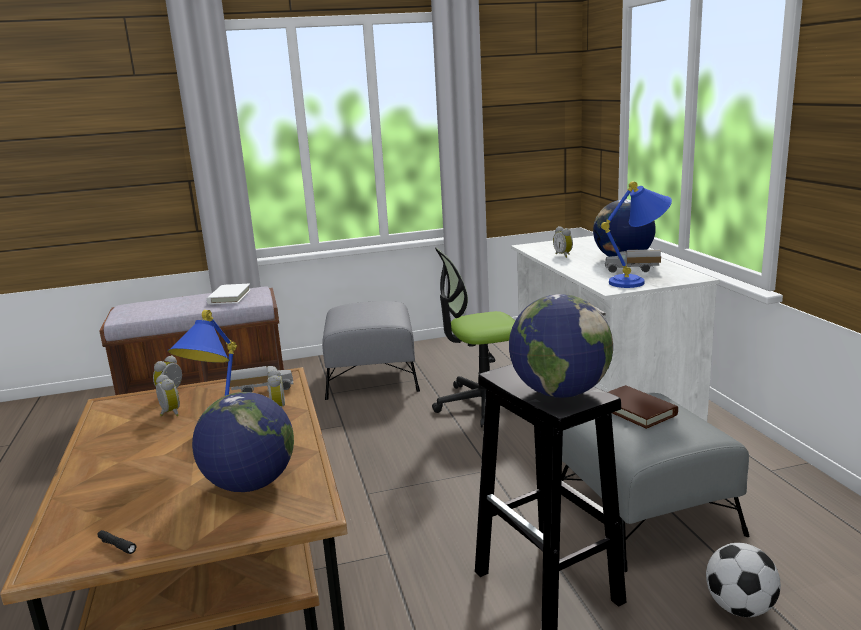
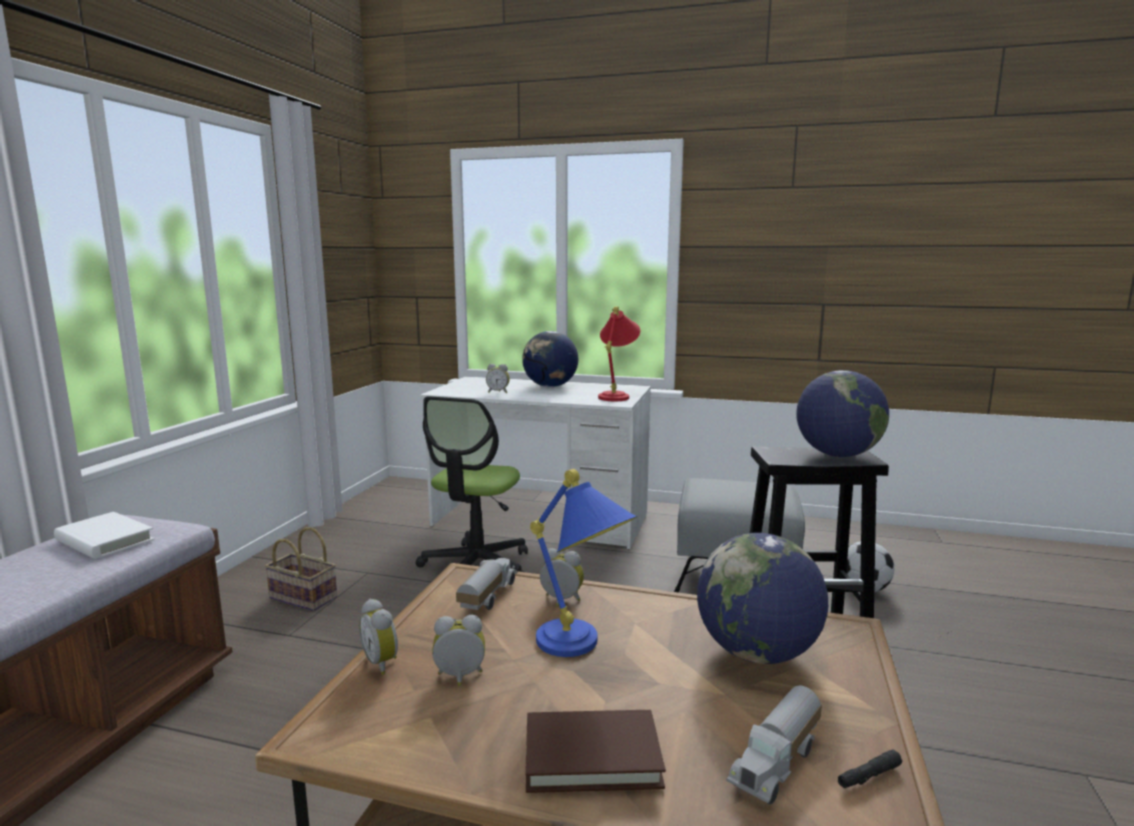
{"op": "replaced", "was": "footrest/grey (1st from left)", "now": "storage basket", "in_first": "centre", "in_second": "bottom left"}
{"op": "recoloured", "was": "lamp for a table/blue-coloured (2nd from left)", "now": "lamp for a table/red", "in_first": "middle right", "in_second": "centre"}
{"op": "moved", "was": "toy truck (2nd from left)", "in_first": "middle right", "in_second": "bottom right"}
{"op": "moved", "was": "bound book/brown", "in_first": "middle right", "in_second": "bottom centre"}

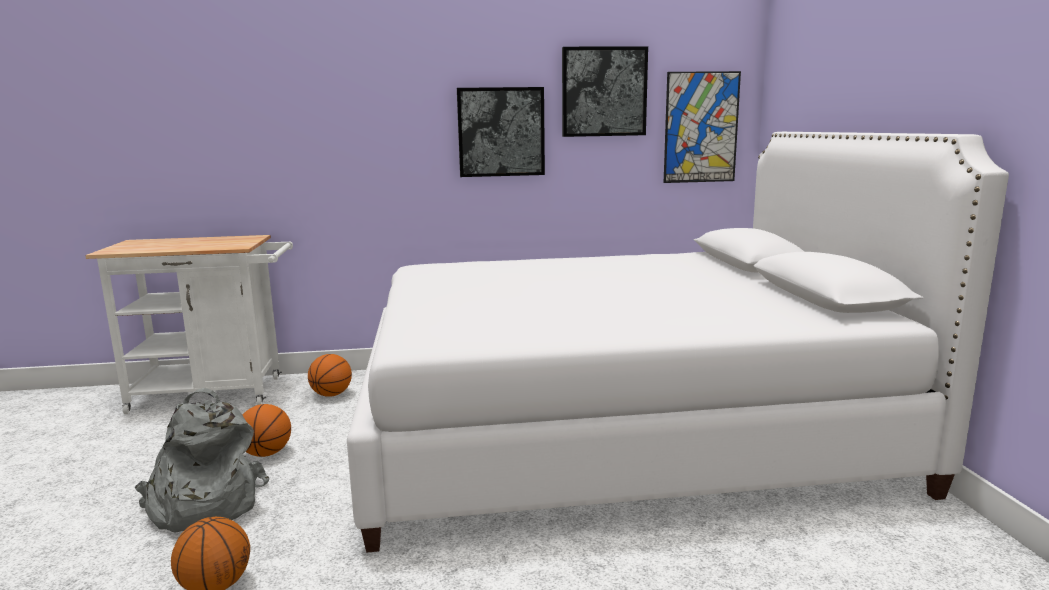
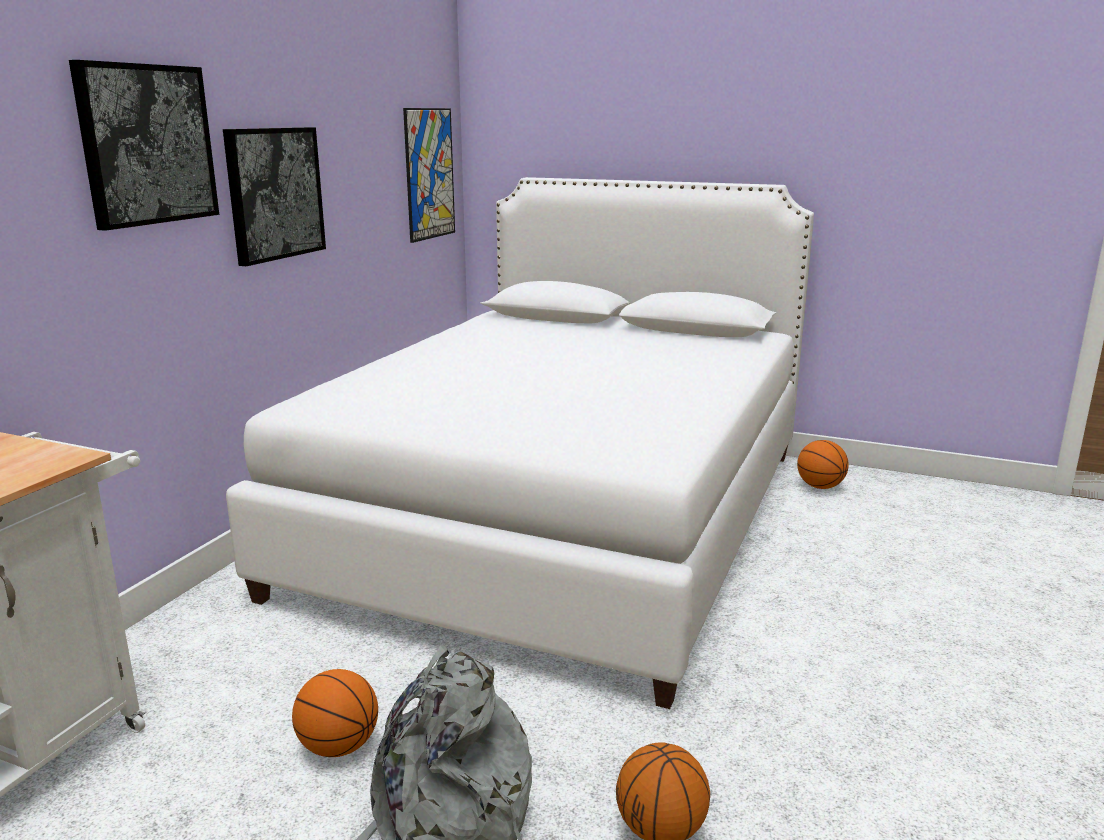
{"op": "moved", "was": "basketball (3rd from left)", "in_first": "middle left", "in_second": "middle right"}
{"op": "moved", "was": "picture (2nd from left in the first image)", "now": "picture (1st from left)", "in_first": "top centre", "in_second": "top left"}

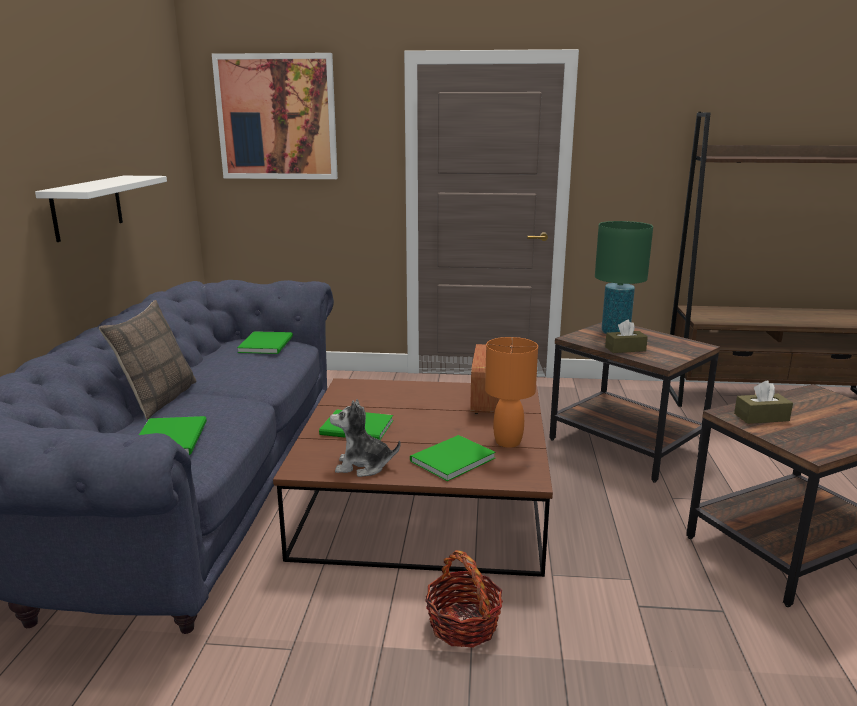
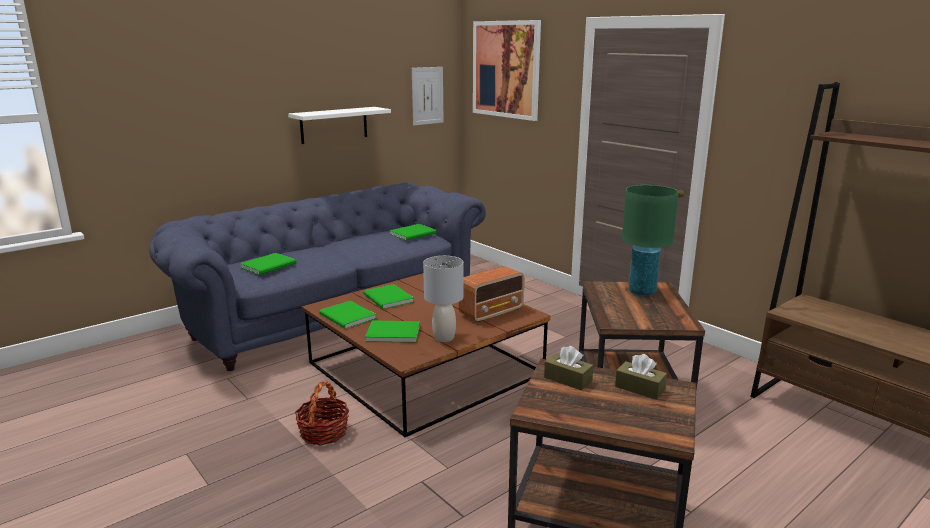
{"op": "removed", "was": "throw pillow", "in_first": "middle left"}
{"op": "replaced", "was": "cuddly toy", "now": "bound book/green (2nd from left)", "in_first": "centre", "in_second": "centre"}
{"op": "recoloured", "was": "lamp for a table/orangey", "now": "lamp for a table/grey", "in_first": "centre", "in_second": "centre"}
{"op": "moved", "was": "tissue box/brown (1st from left in the first image)", "now": "tissue box/brown (2nd from left)", "in_first": "middle right", "in_second": "bottom right"}
{"op": "added", "now": "picture (1st from left)", "in_second": "top centre"}

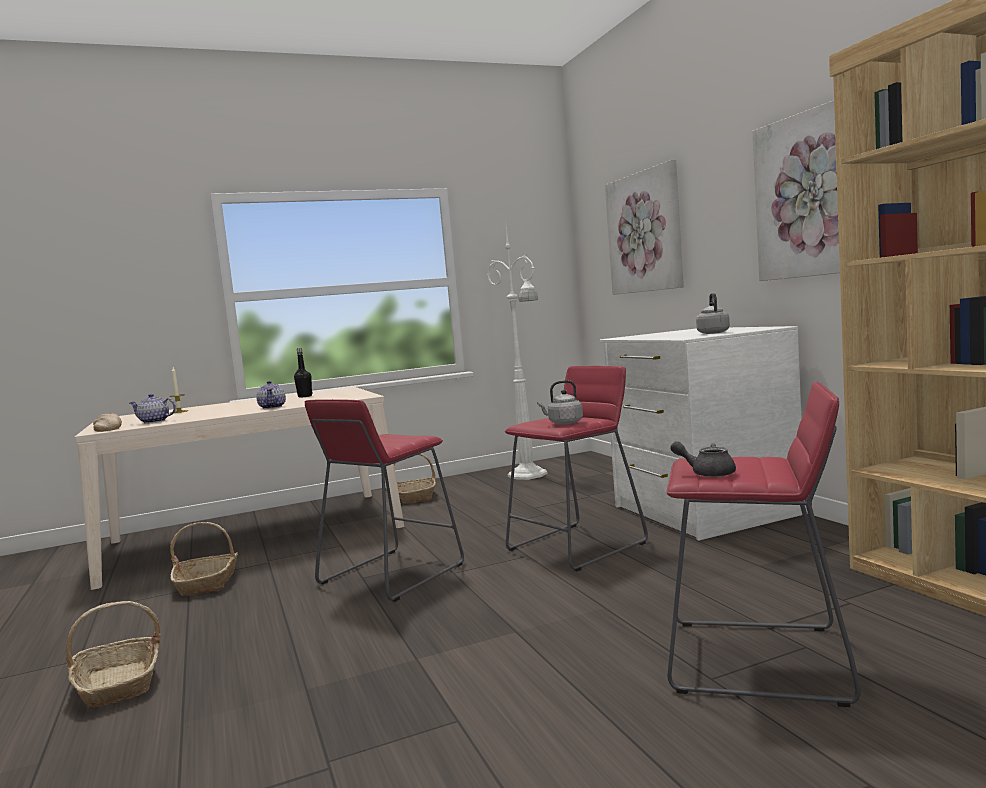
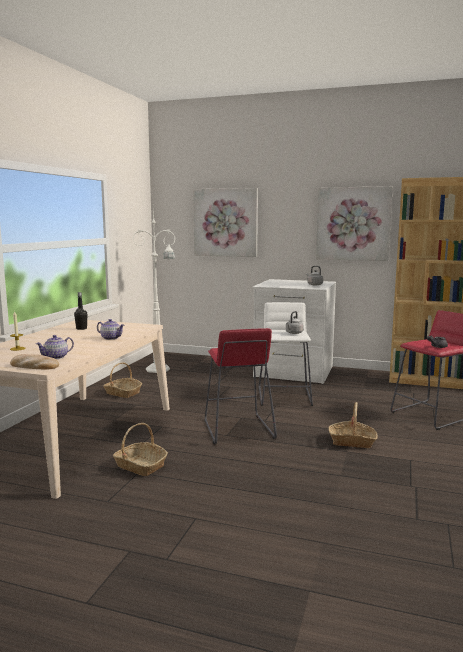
{"op": "moved", "was": "storage basket (1st from left in the first image)", "now": "storage basket (3rd from left)", "in_first": "bottom left", "in_second": "middle right"}
{"op": "recoloured", "was": "stool seat/red (2nd from left)", "now": "stool seat/whitish", "in_first": "centre", "in_second": "centre"}

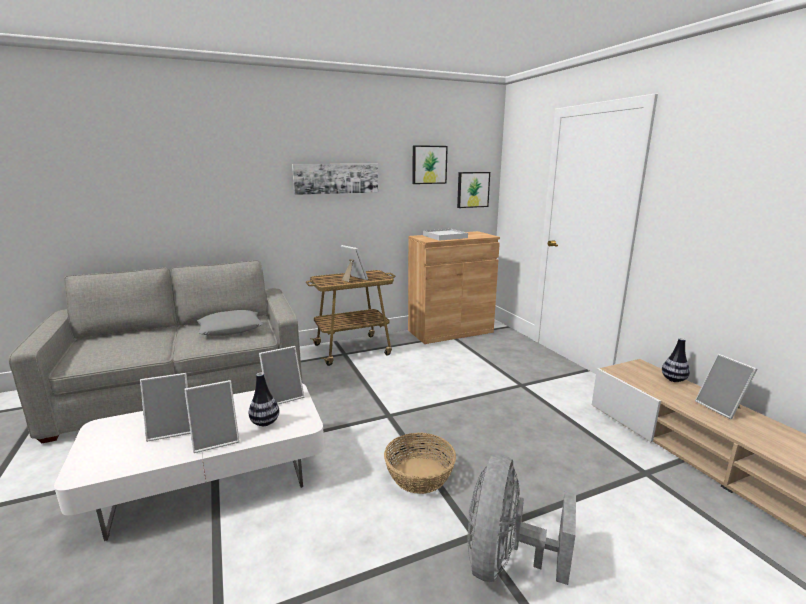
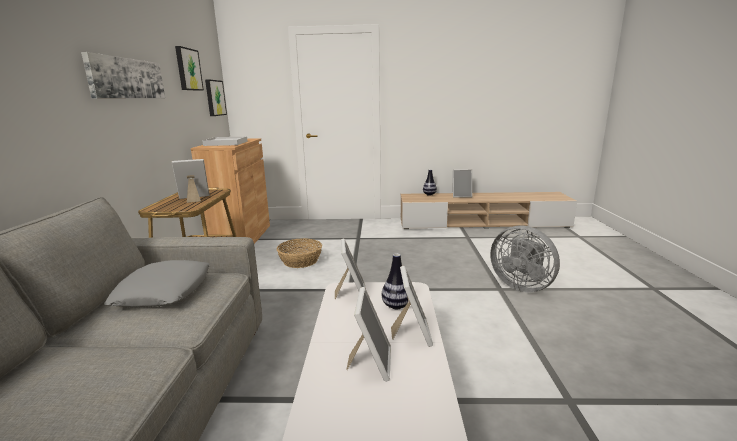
{"op": "moved", "was": "storage basket", "in_first": "bottom centre", "in_second": "centre"}

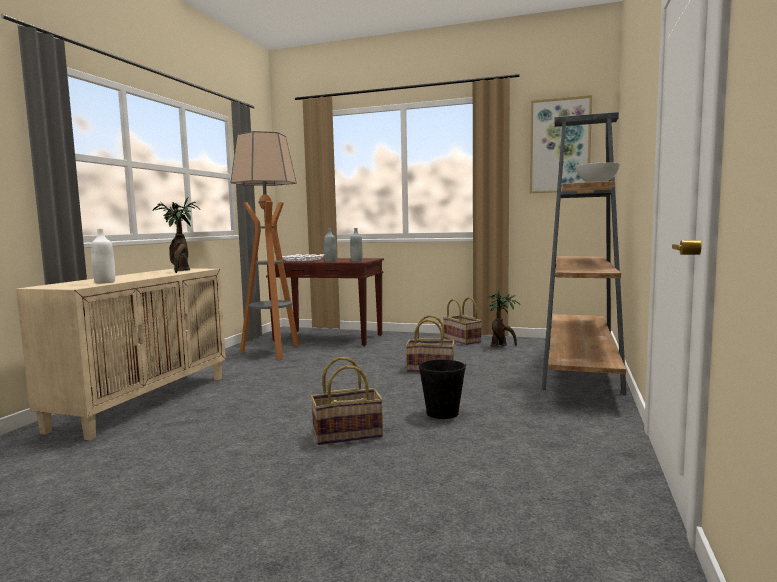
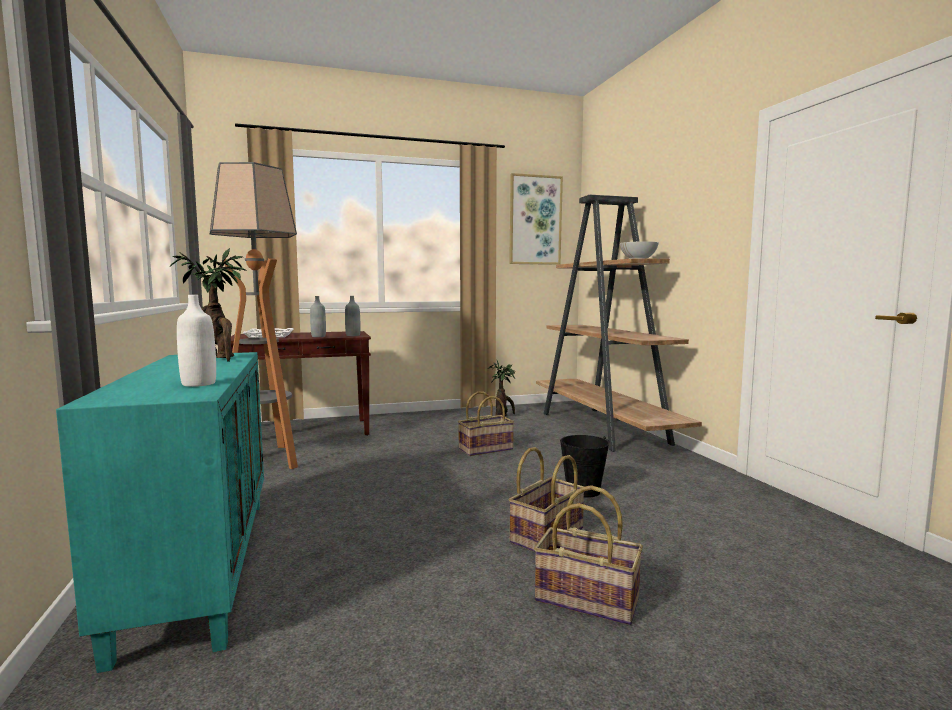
{"op": "recoloured", "was": "cupboard/beige", "now": "cupboard/blue-green", "in_first": "middle left", "in_second": "bottom left"}
{"op": "moved", "was": "storage basket (3rd from left)", "in_first": "centre", "in_second": "bottom centre"}

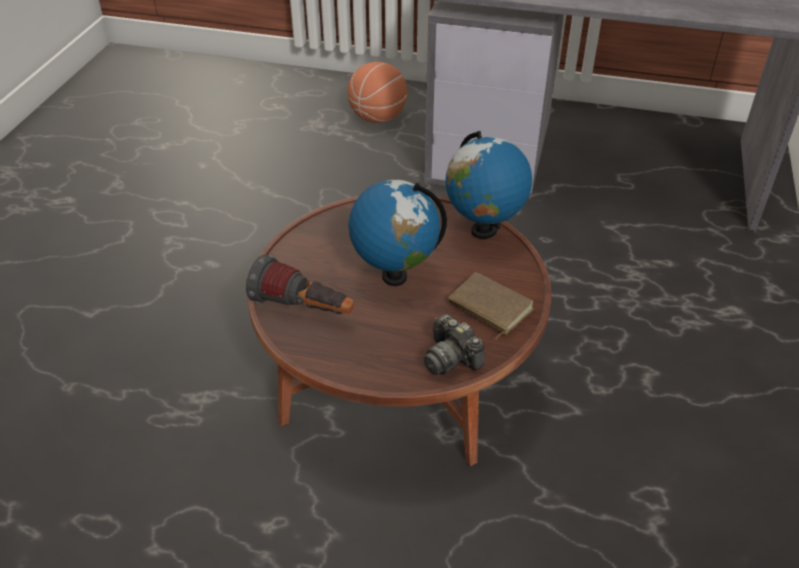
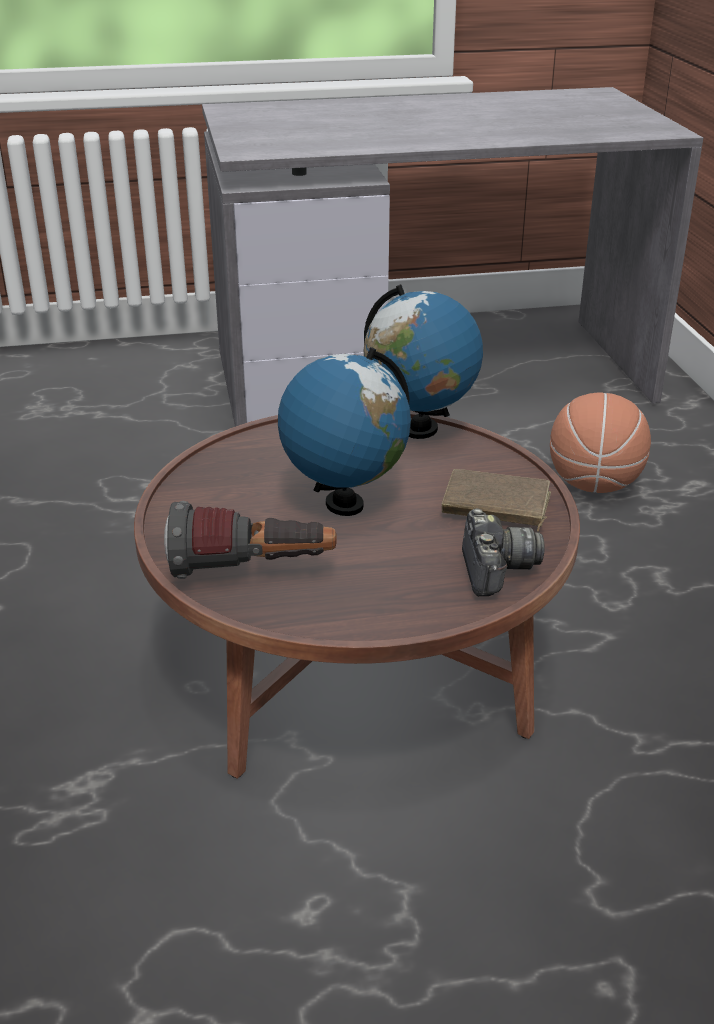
{"op": "moved", "was": "basketball", "in_first": "top centre", "in_second": "middle right"}
{"op": "turned", "was": "still camera", "in_first": "centre", "in_second": "middle right", "clockwise": -120}

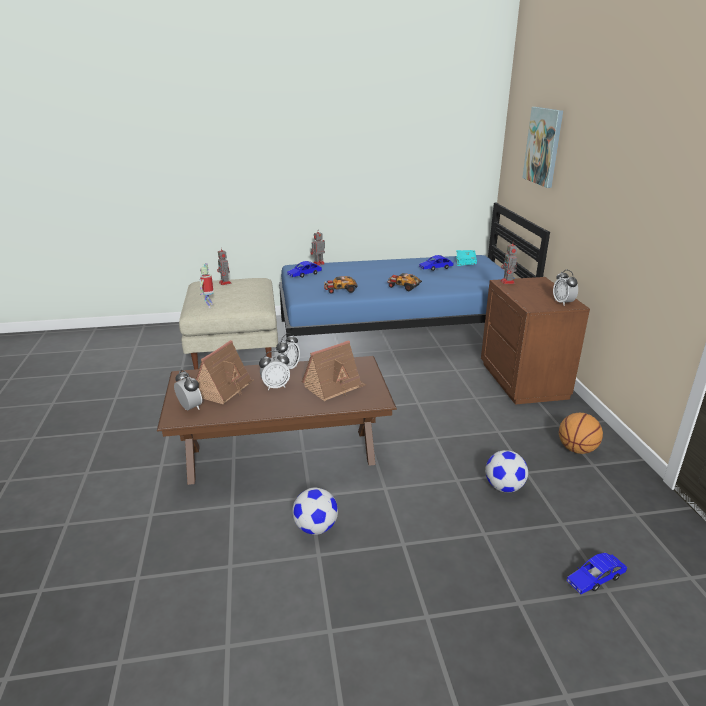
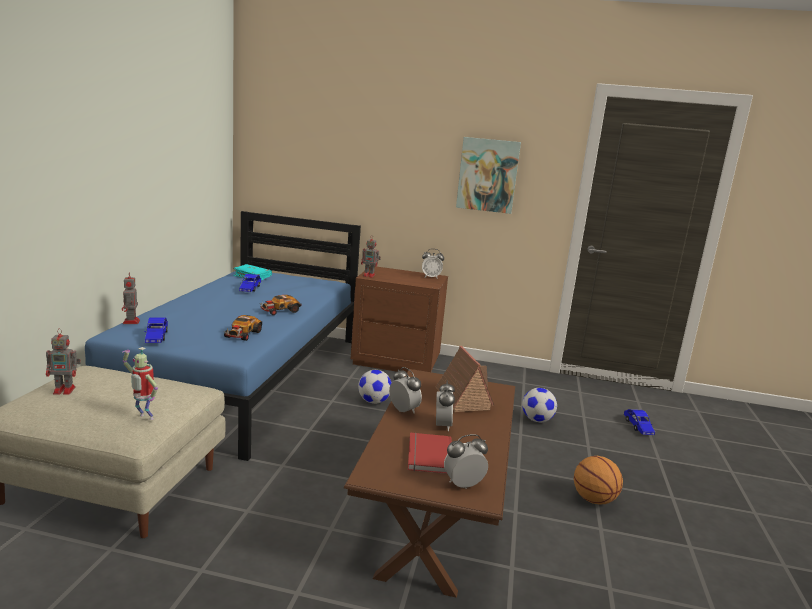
{"op": "replaced", "was": "toy house (1st from left)", "now": "bound book/red", "in_first": "middle left", "in_second": "bottom centre"}
{"op": "moved", "was": "football ball (1st from left)", "in_first": "bottom centre", "in_second": "centre"}
{"op": "moved", "was": "picture", "in_first": "top right", "in_second": "top centre"}
{"op": "moved", "was": "basketball", "in_first": "middle right", "in_second": "bottom right"}

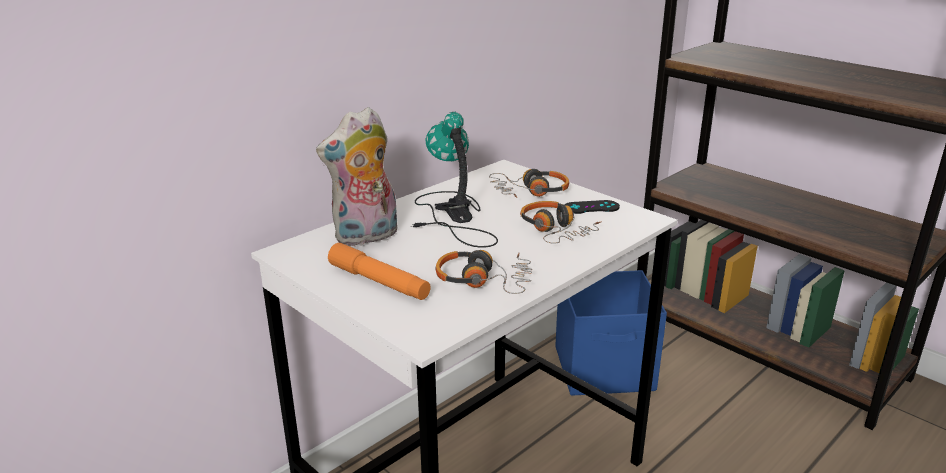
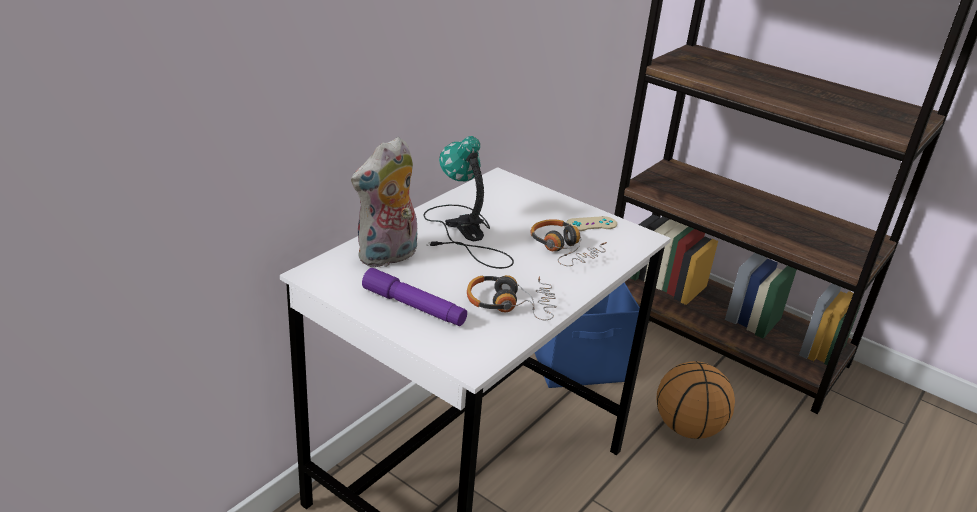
{"op": "recoloured", "was": "flashlight/orangey", "now": "flashlight/purple", "in_first": "centre", "in_second": "centre"}
{"op": "removed", "was": "pair of headphones (2nd from left)", "in_first": "centre"}
{"op": "recoloured", "was": "joypad/blackish", "now": "joypad/beige", "in_first": "centre", "in_second": "centre"}
{"op": "added", "now": "basketball", "in_second": "bottom right"}

